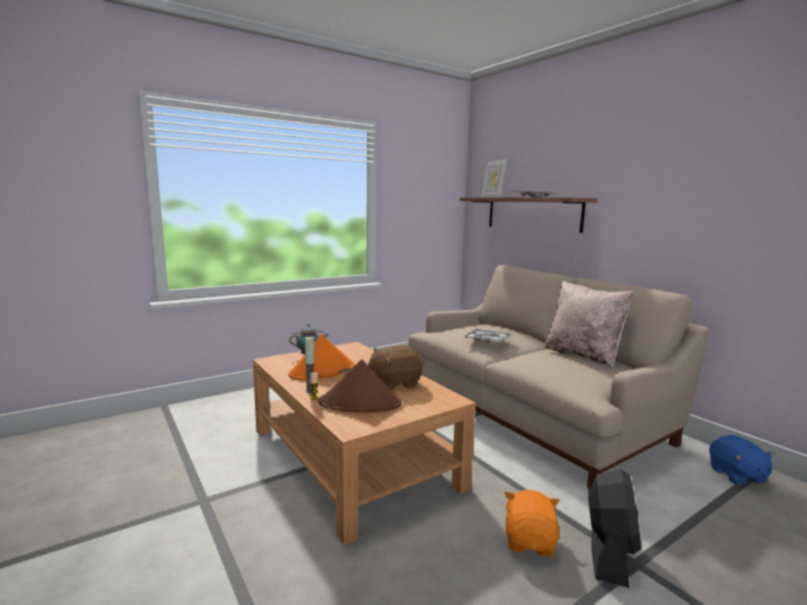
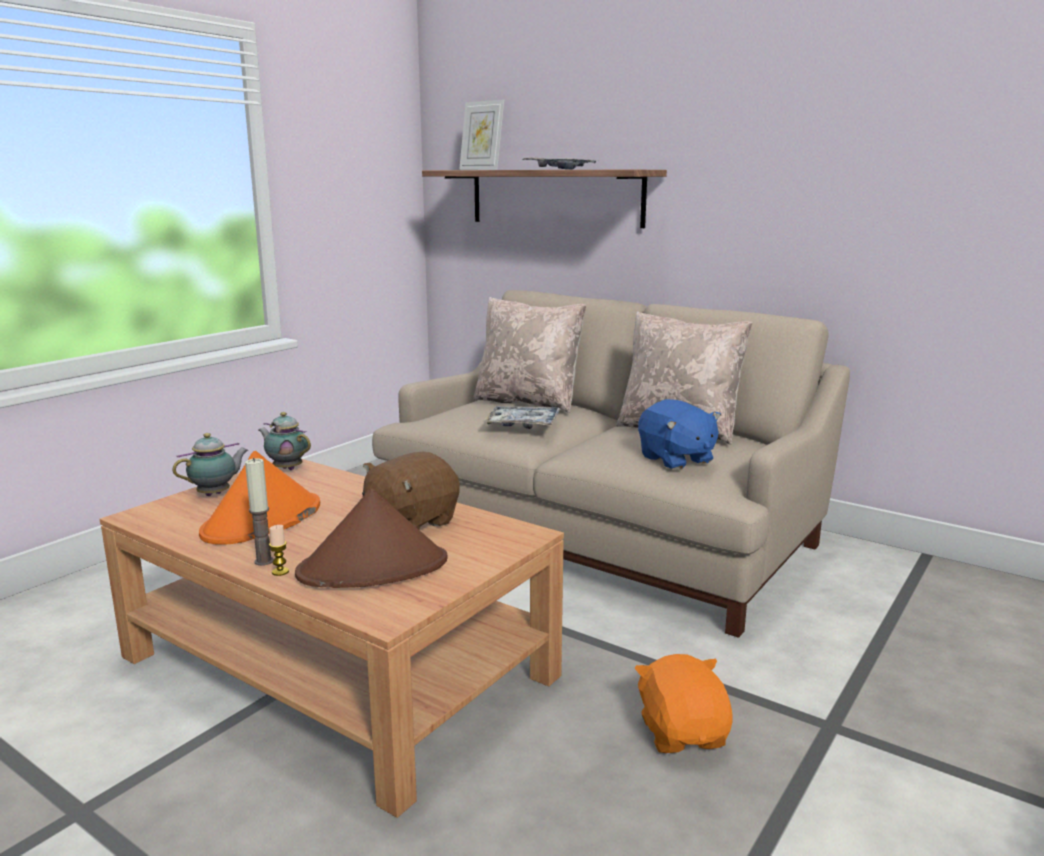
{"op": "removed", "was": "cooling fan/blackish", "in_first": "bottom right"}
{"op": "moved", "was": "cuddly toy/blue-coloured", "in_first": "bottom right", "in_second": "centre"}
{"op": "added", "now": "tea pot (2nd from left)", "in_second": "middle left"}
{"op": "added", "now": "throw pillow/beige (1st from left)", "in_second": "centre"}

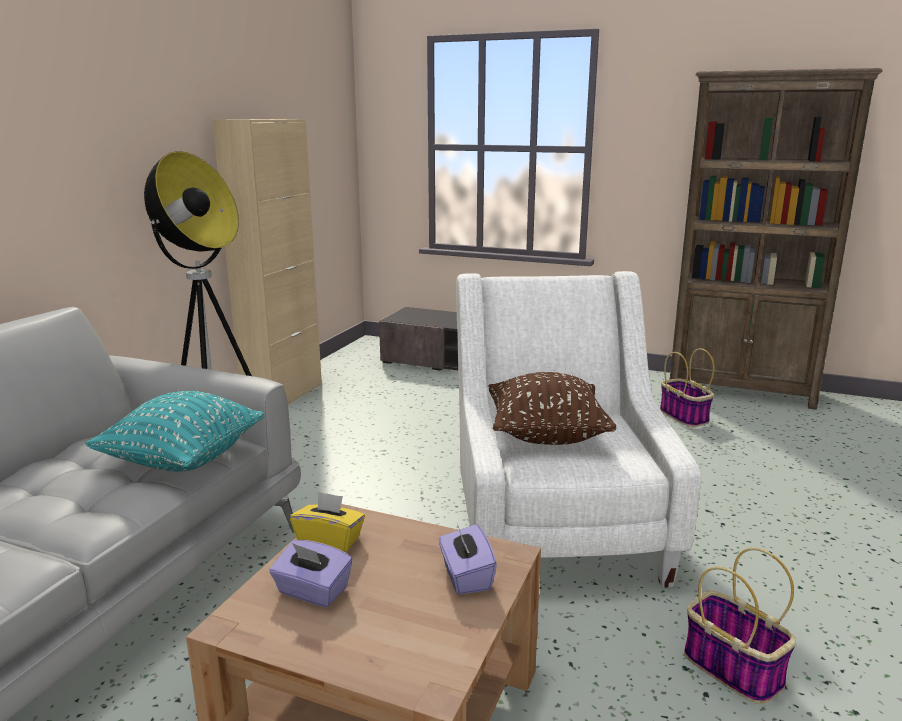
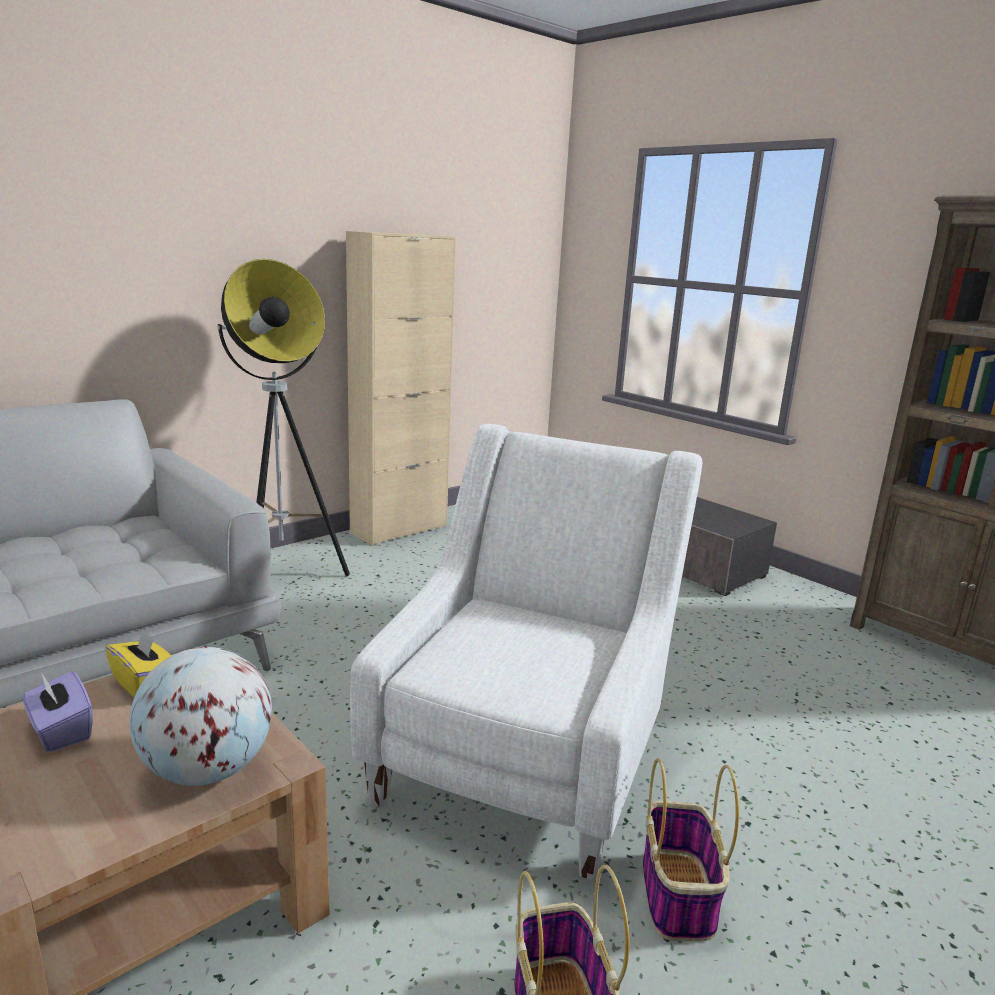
{"op": "removed", "was": "throw pillow/blue-green", "in_first": "middle left"}
{"op": "replaced", "was": "tissue box/purple (2nd from left)", "now": "world globe", "in_first": "bottom centre", "in_second": "bottom left"}
{"op": "removed", "was": "throw pillow/brown", "in_first": "centre"}
{"op": "moved", "was": "storage basket (1st from left in the first image)", "now": "storage basket (2nd from left)", "in_first": "middle right", "in_second": "bottom right"}

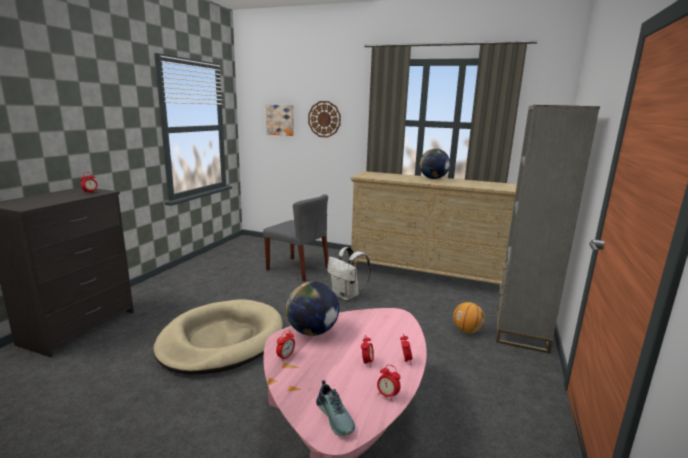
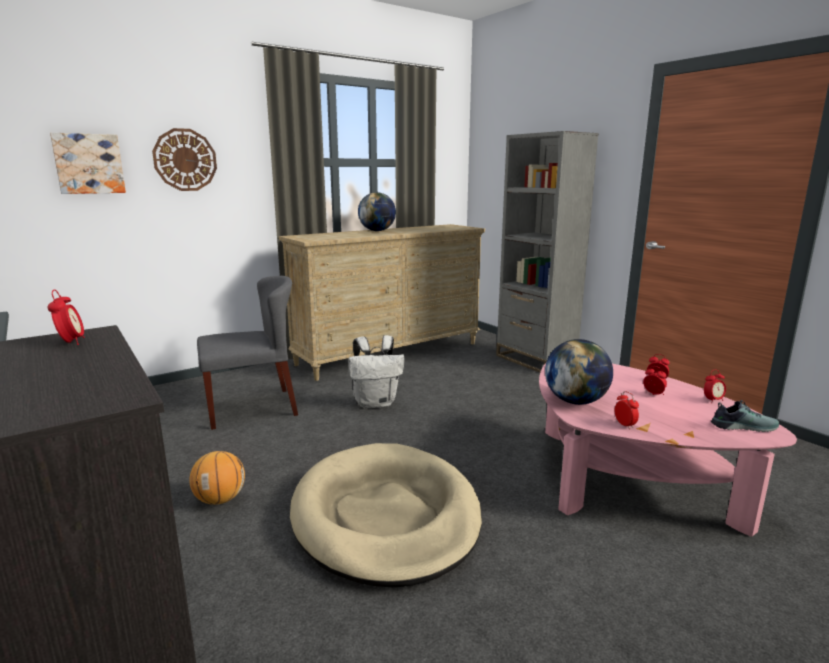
{"op": "moved", "was": "basketball", "in_first": "bottom right", "in_second": "bottom left"}

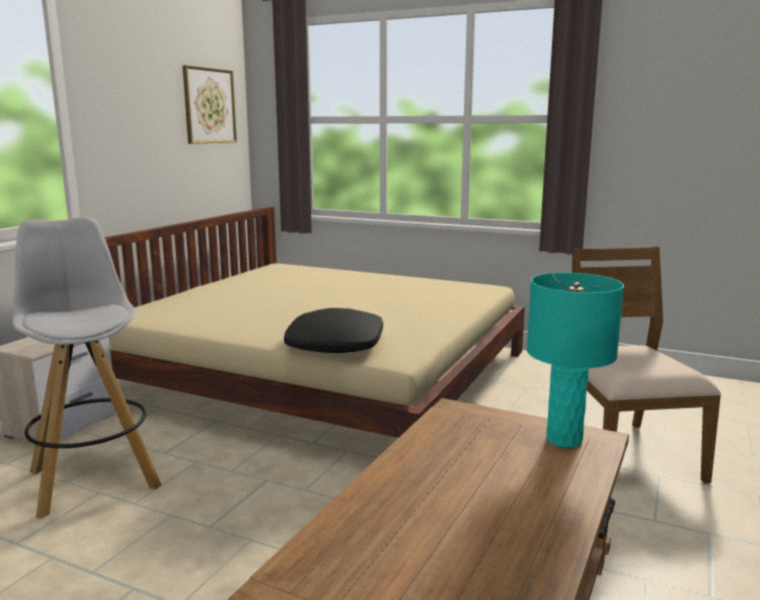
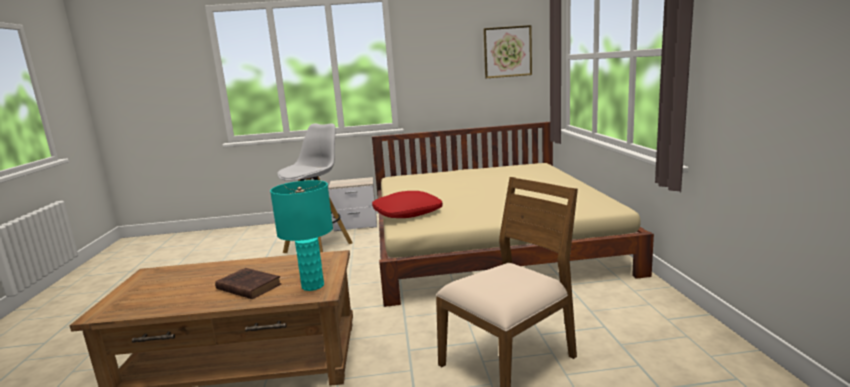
{"op": "recoloured", "was": "throw pillow/blackish", "now": "throw pillow/red", "in_first": "centre", "in_second": "centre"}
{"op": "added", "now": "bound book/brown", "in_second": "bottom left"}

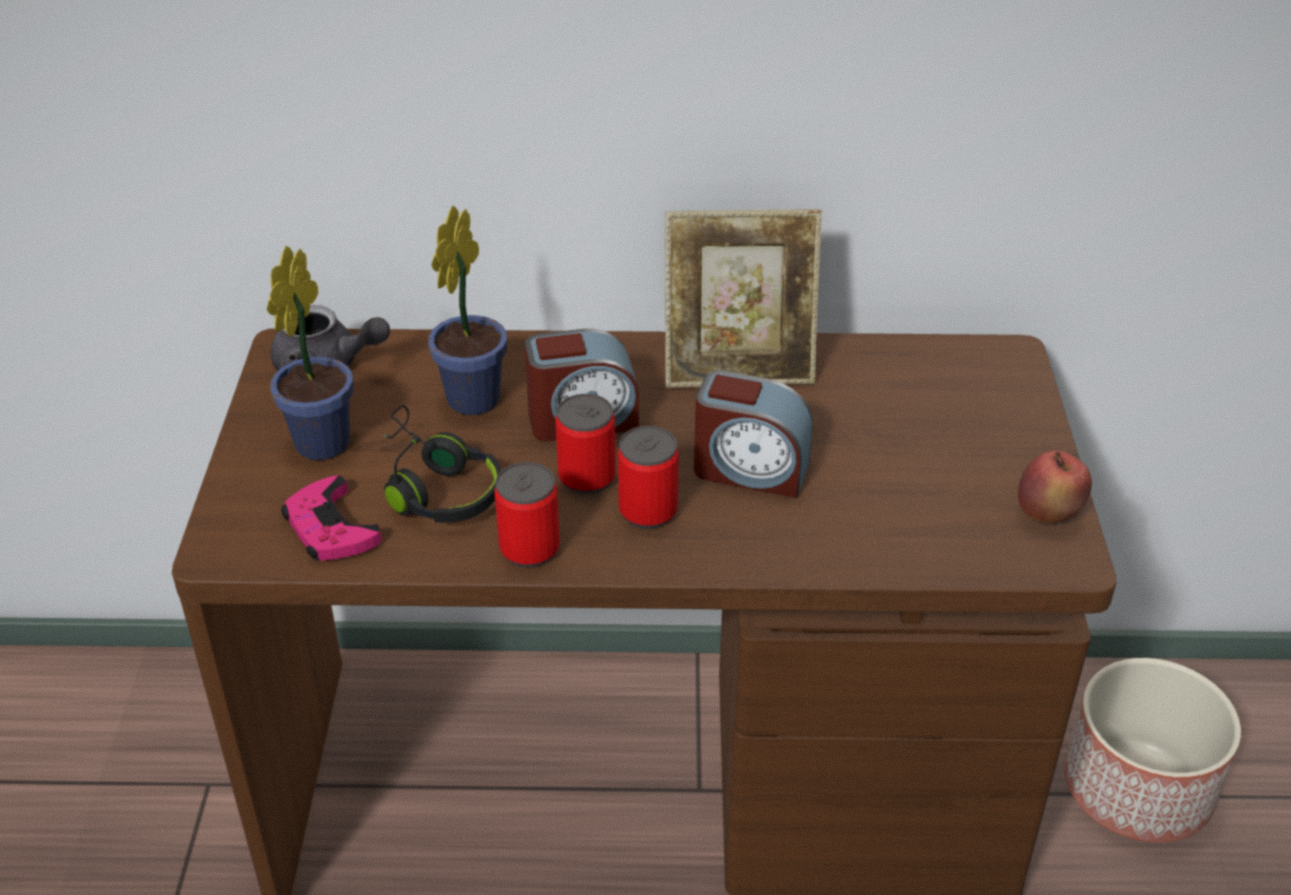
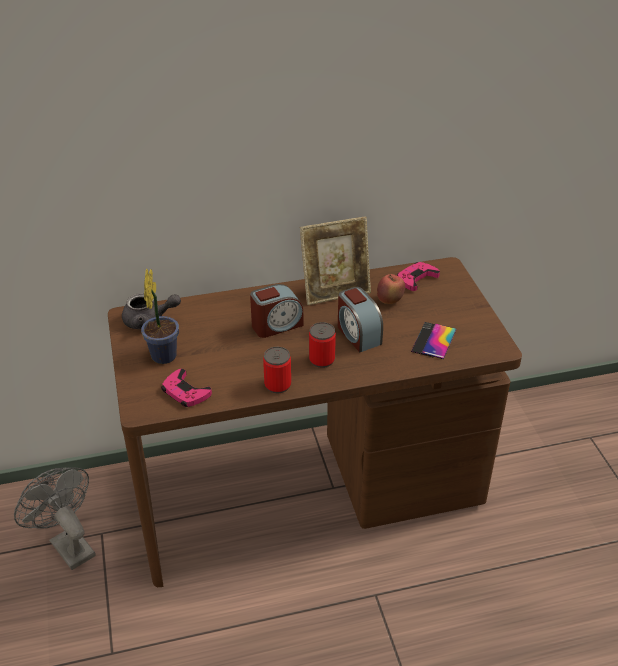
{"op": "removed", "was": "pair of headphones/blackish", "in_first": "centre"}
{"op": "removed", "was": "houseplant (2nd from left)", "in_first": "centre"}
{"op": "removed", "was": "can (2nd from left)", "in_first": "centre"}
{"op": "turned", "was": "alarm clock (2nd from left)", "in_first": "centre", "in_second": "centre", "clockwise": 60}
{"op": "moved", "was": "whole apple", "in_first": "middle right", "in_second": "centre"}
{"op": "removed", "was": "flower pot", "in_first": "bottom right"}
{"op": "added", "now": "cooling fan/grey", "in_second": "bottom left"}
{"op": "added", "now": "joypad/pink (2nd from left)", "in_second": "middle right"}
{"op": "added", "now": "handset", "in_second": "middle right"}

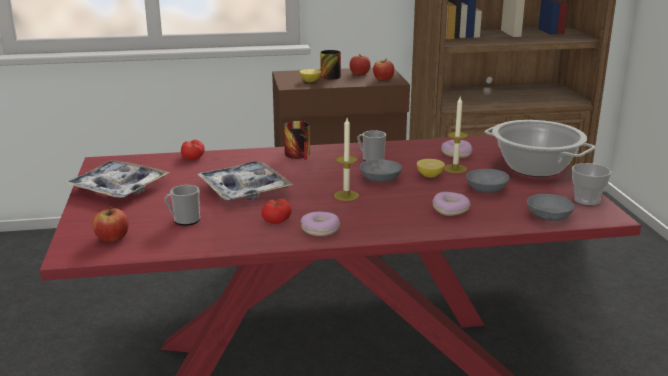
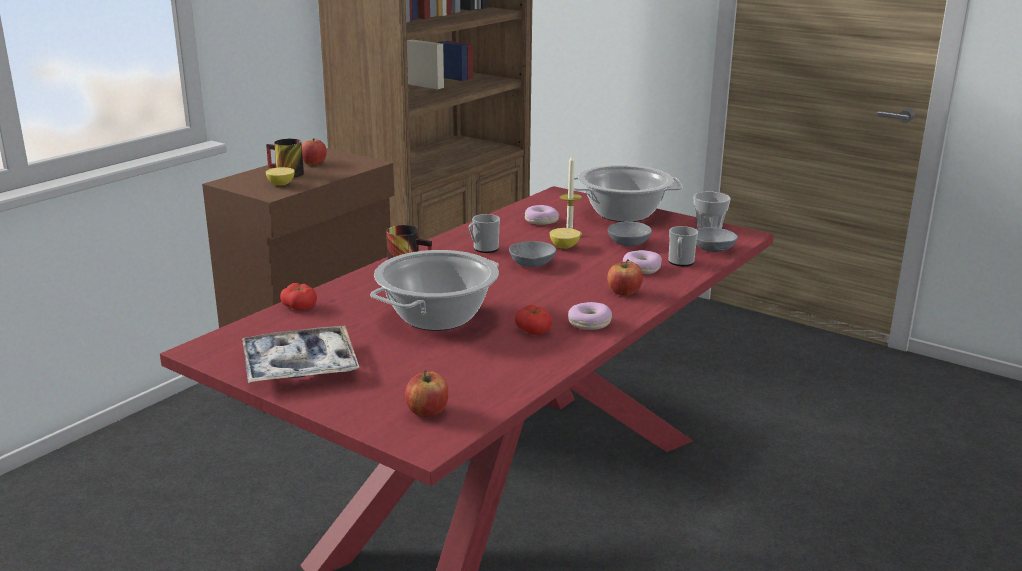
{"op": "moved", "was": "tea mug (1st from left in the first image)", "now": "tea mug (4th from left)", "in_first": "middle left", "in_second": "middle right"}
{"op": "replaced", "was": "tray (2nd from left)", "now": "cooking pot (1st from left)", "in_first": "centre", "in_second": "centre"}
{"op": "removed", "was": "wax light (1st from left)", "in_first": "centre"}
{"op": "moved", "was": "whole apple (3rd from left)", "in_first": "top centre", "in_second": "centre"}

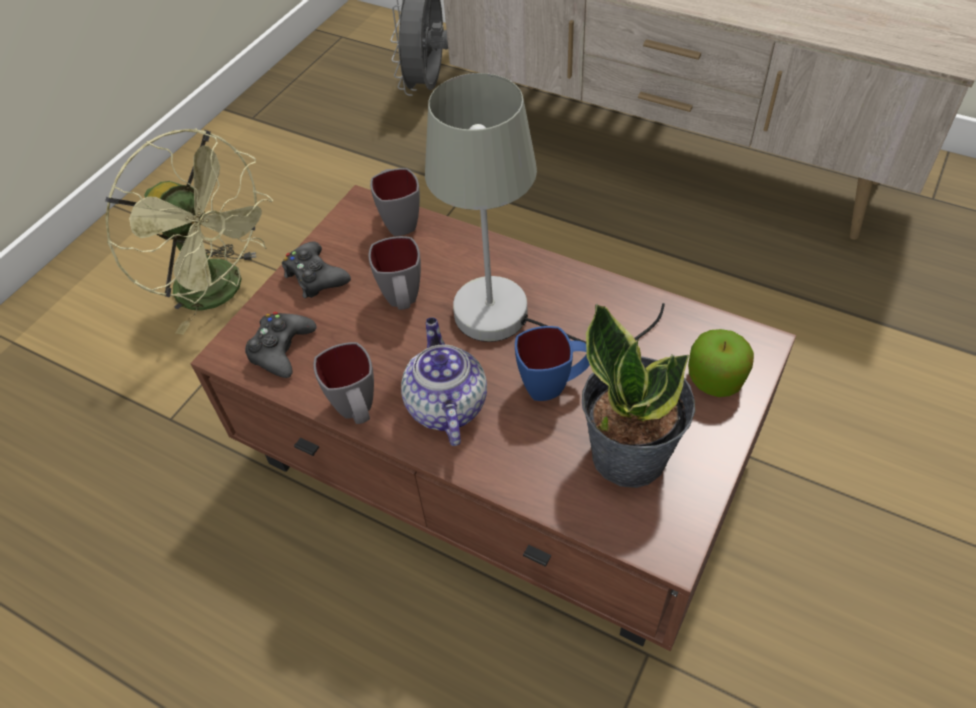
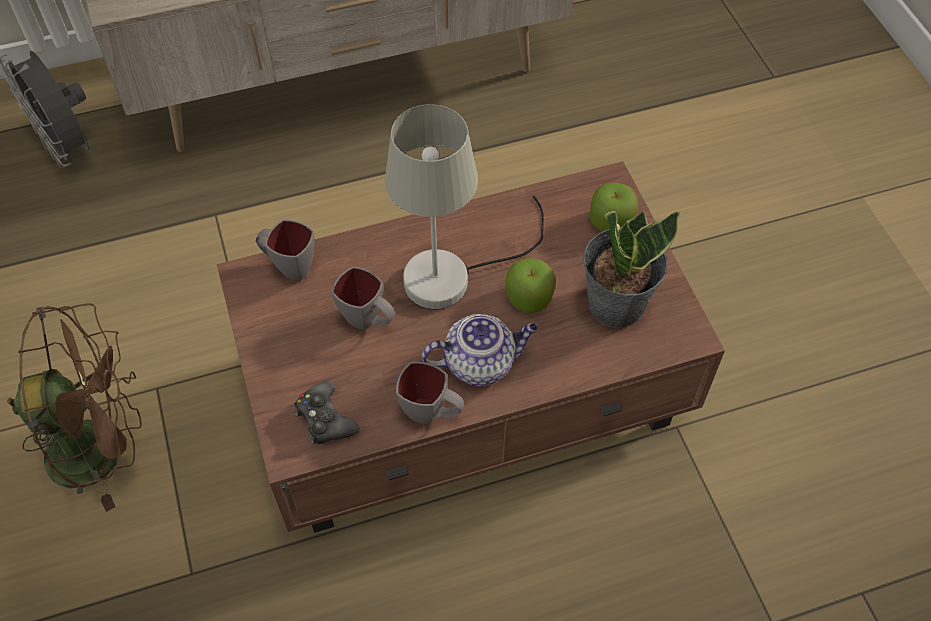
{"op": "recoloured", "was": "cooling fan/green", "now": "cooling fan/brown", "in_first": "top left", "in_second": "middle left"}
{"op": "removed", "was": "joypad/blackish (2nd from left)", "in_first": "middle left"}
{"op": "turned", "was": "tea pot", "in_first": "centre", "in_second": "centre", "clockwise": 135}
{"op": "replaced", "was": "tea mug/blue-coloured", "now": "whole apple (1st from left)", "in_first": "centre", "in_second": "centre"}

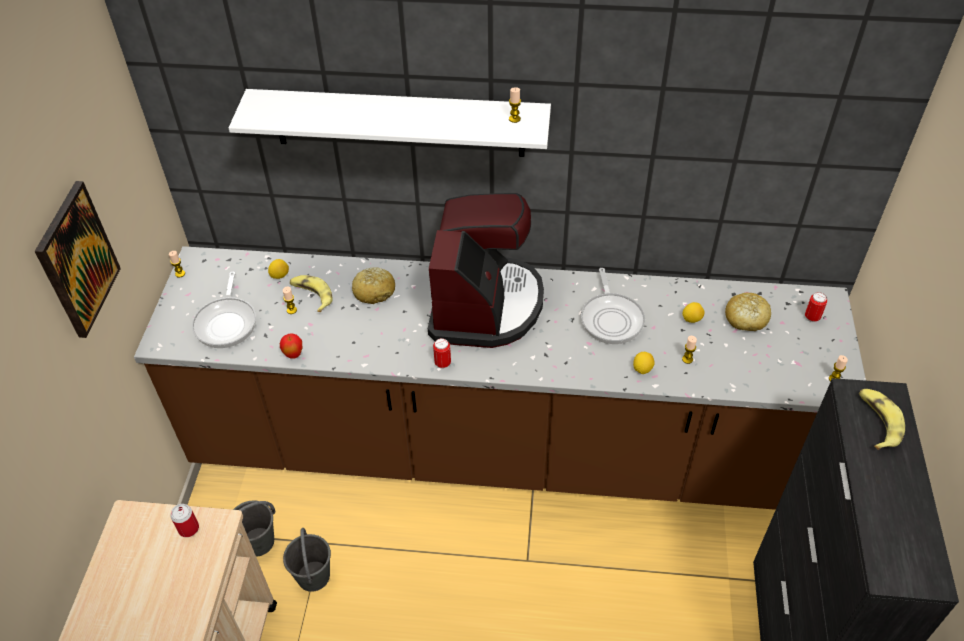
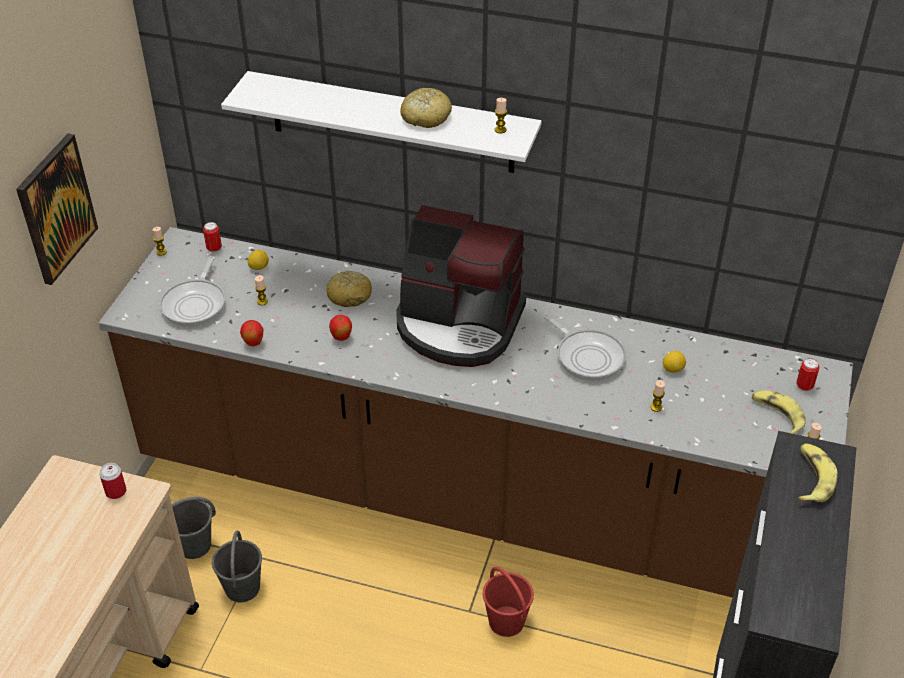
{"op": "moved", "was": "whole banana (1st from left)", "in_first": "middle left", "in_second": "middle right"}
{"op": "turned", "was": "coffee maker", "in_first": "centre", "in_second": "centre", "clockwise": 90}
{"op": "moved", "was": "can (2nd from left)", "in_first": "centre", "in_second": "middle left"}
{"op": "turned", "was": "frying pan (2nd from left)", "in_first": "centre", "in_second": "centre", "clockwise": -45}
{"op": "removed", "was": "citrus fruit (2nd from left)", "in_first": "middle right"}
{"op": "moved", "was": "bread (2nd from left)", "in_first": "middle right", "in_second": "top centre"}
{"op": "added", "now": "whole apple (2nd from left)", "in_second": "centre"}
{"op": "added", "now": "bucket/red", "in_second": "bottom centre"}

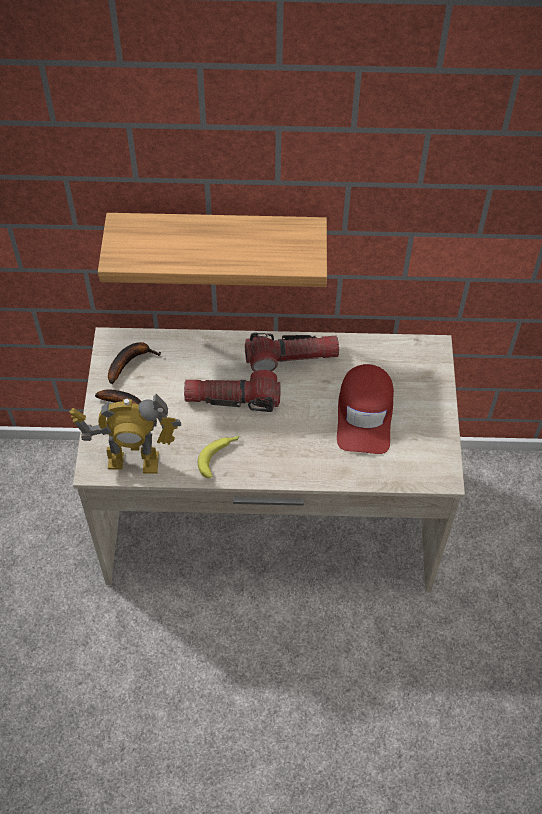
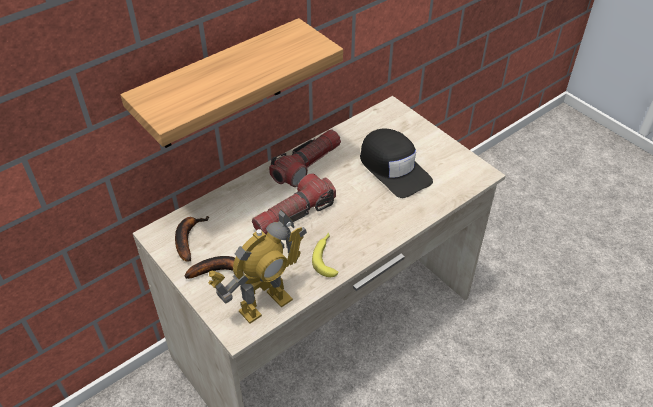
{"op": "recoloured", "was": "cap/red", "now": "cap/blackish", "in_first": "middle right", "in_second": "centre"}

